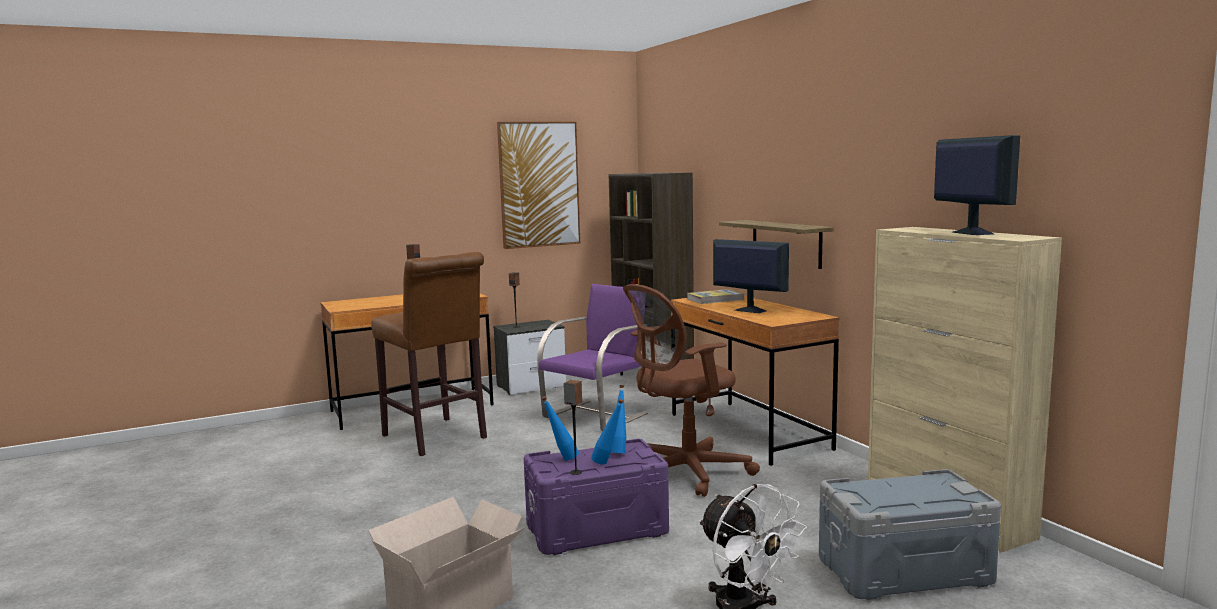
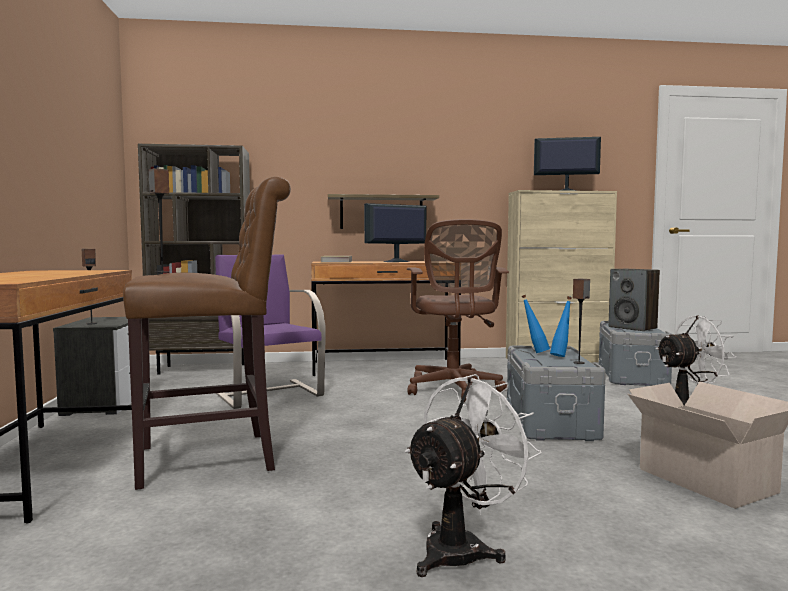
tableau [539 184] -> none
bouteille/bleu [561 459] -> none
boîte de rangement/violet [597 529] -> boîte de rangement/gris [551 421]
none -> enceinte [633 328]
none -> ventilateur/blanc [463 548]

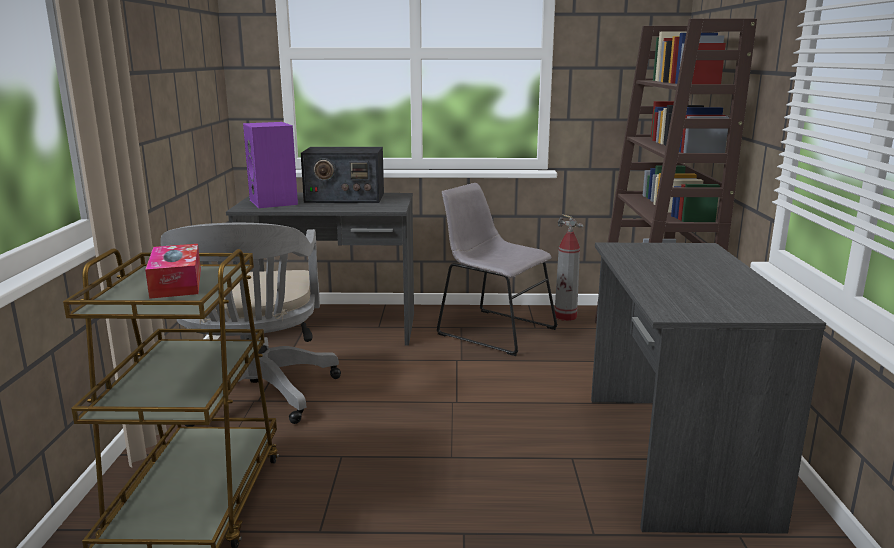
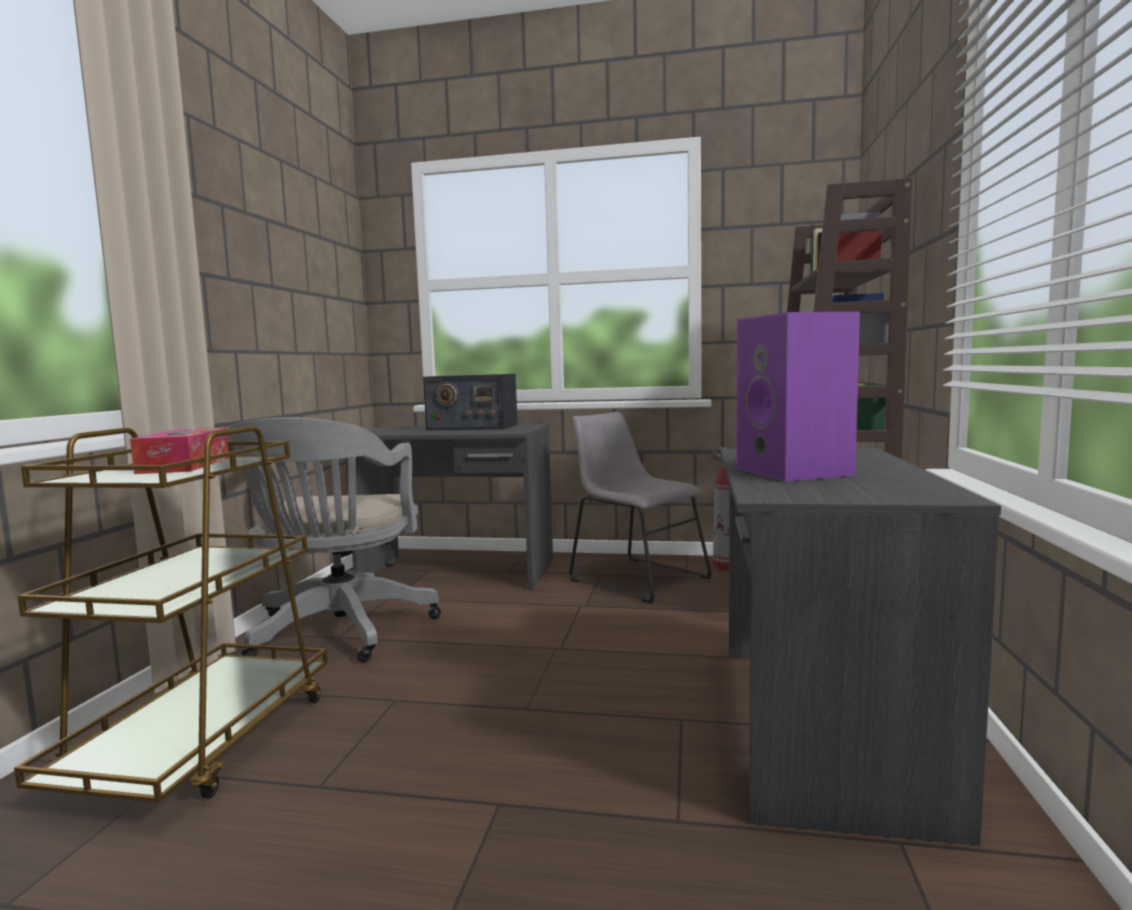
enceinte/violet [274 202] -> enceinte/violet [796 472], shifted

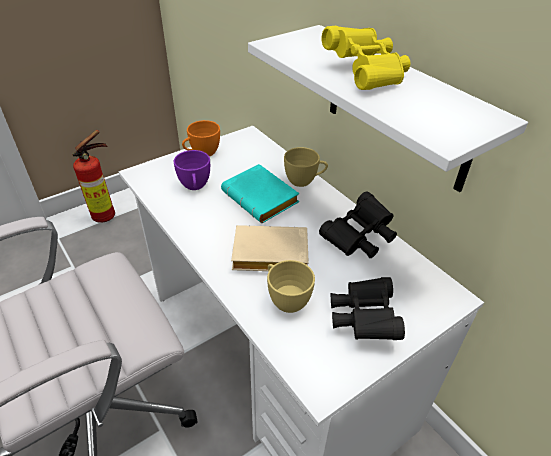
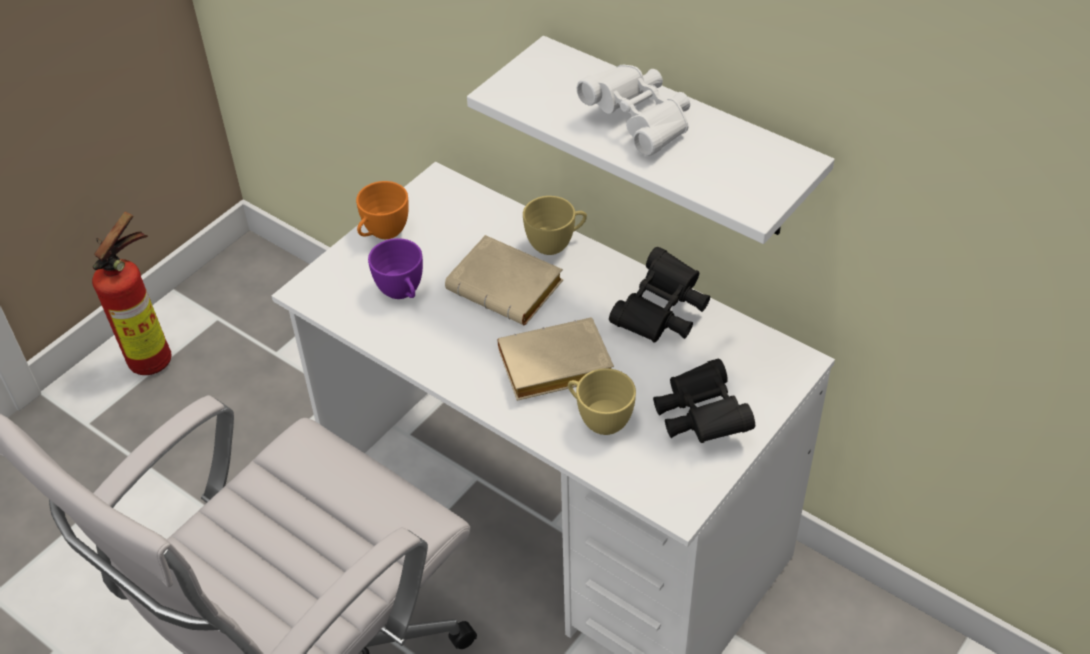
jumelles/jaune [366 74] -> jumelles/blanc [640 122]
livre/turquoise [263 199] -> livre/beige [509 287]

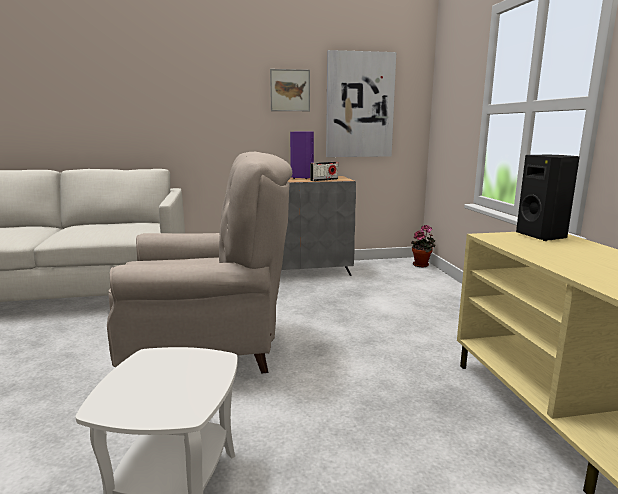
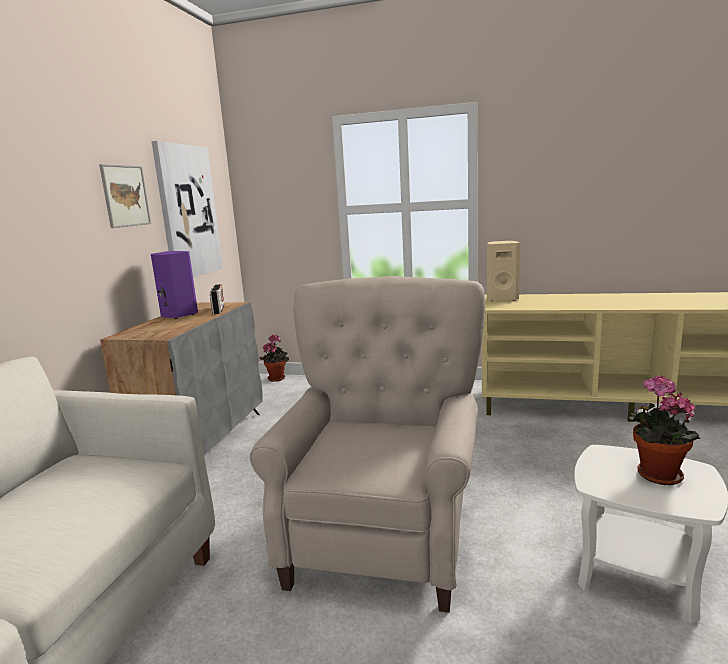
enceinte/noir [542 236] -> enceinte/beige [502 299]
none -> plante en pot [655 475]

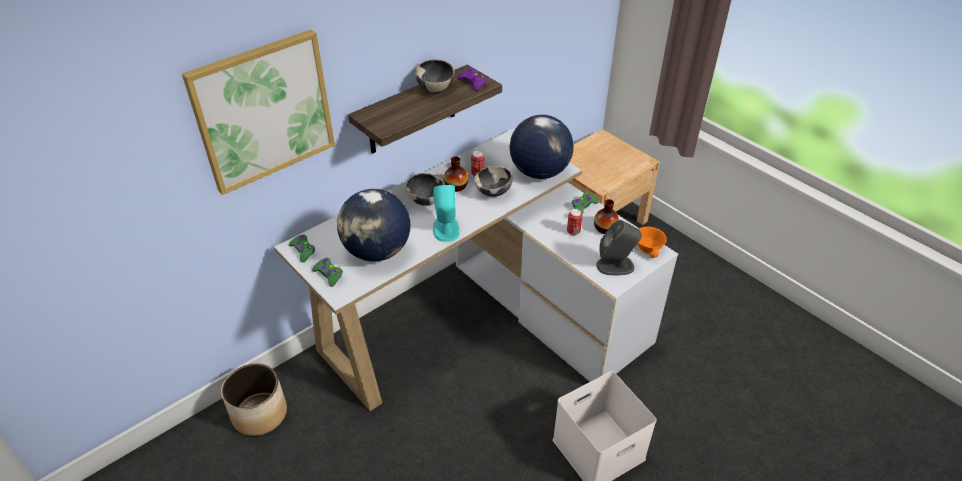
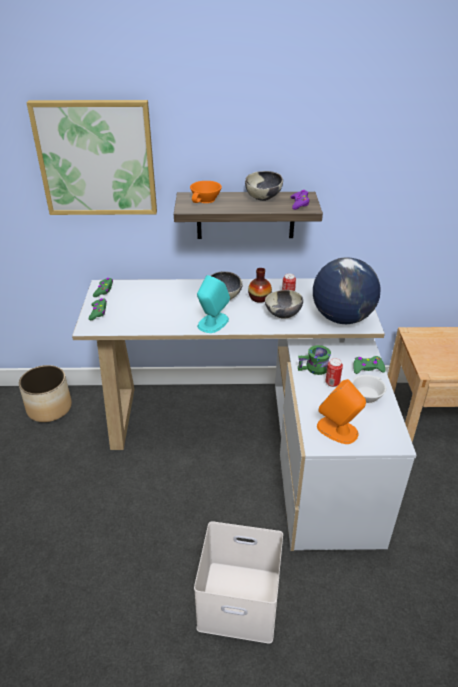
globe [377 252] -> none
vase [605 228] -> tasse/blanc [366 395]
enceinte/gris [616 266] -> enceinte/orange [338 430]
tasse/orange [649 248] -> tasse/orange [206 200], shifted
none -> mug/vert [314 369]

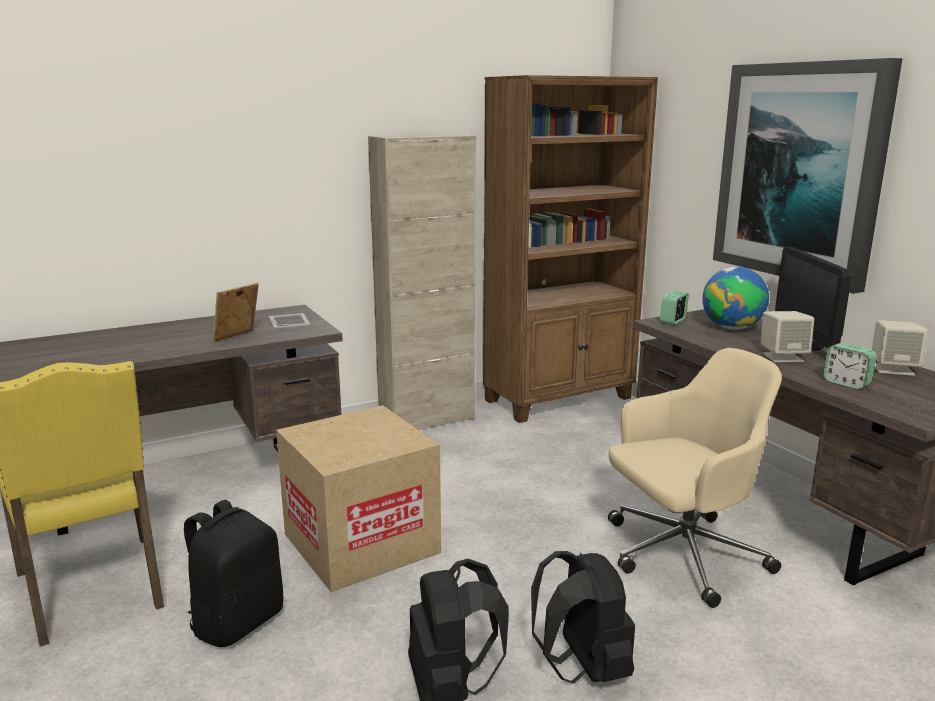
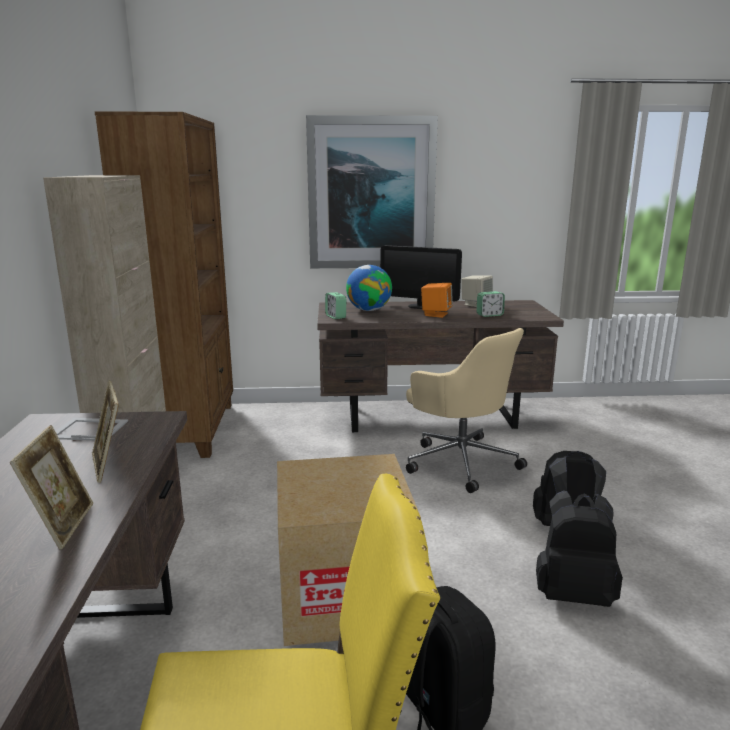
enceinte/beige [783 357] -> enceinte/orange [436 314]
chaise de bureau/beige [681 555] -> chaise de bureau/beige [460 461], 135 degrees clockwise
none -> cadre photo [62 525]

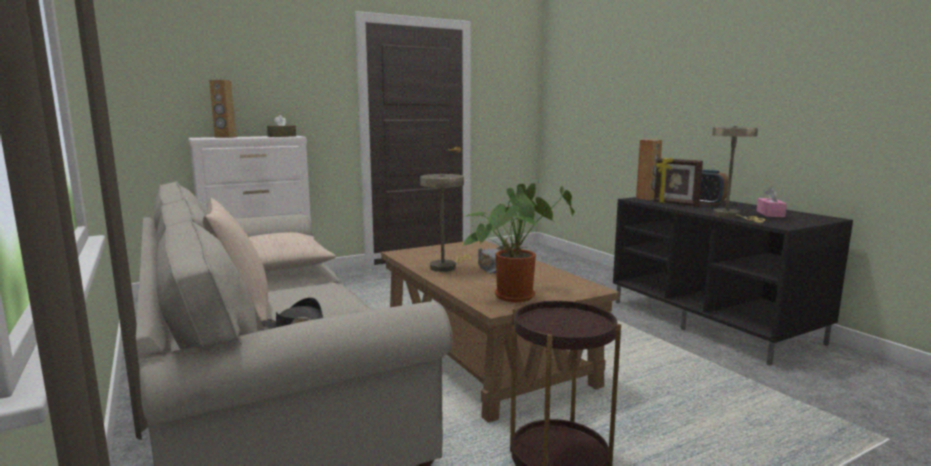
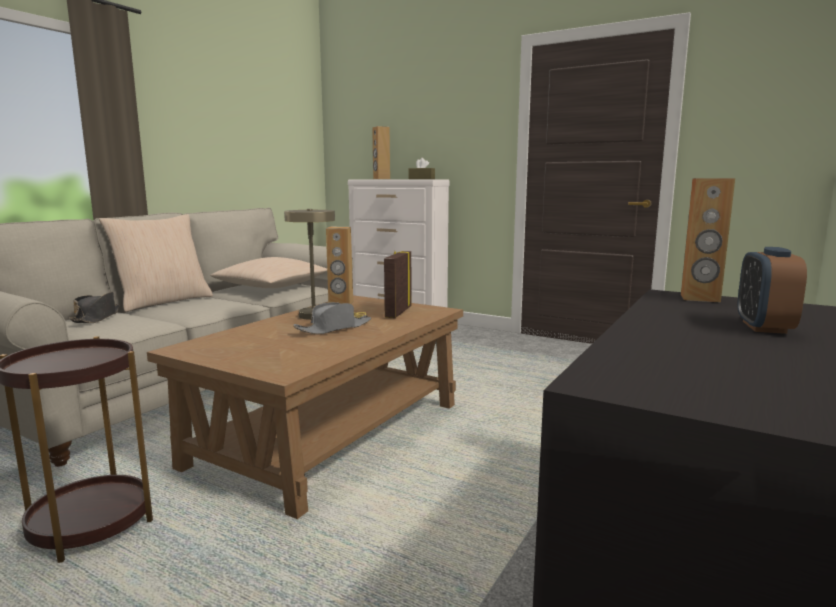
lampe de table/beige [730 216] -> none
cadre photo [675 204] -> cadre photo [397 312], shifted
plante en pot [515 295] -> none
boîte à mouchoirs/rose [770 214] -> none
none -> enceinte/marron [341 303]

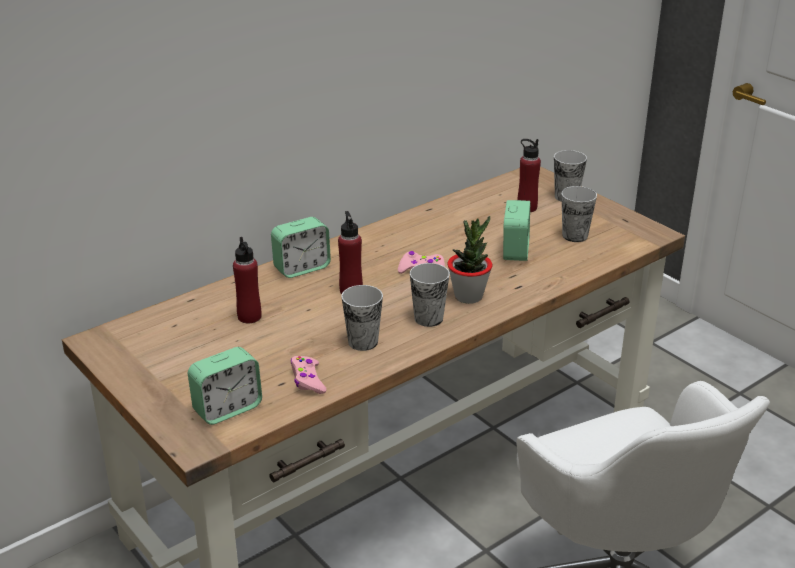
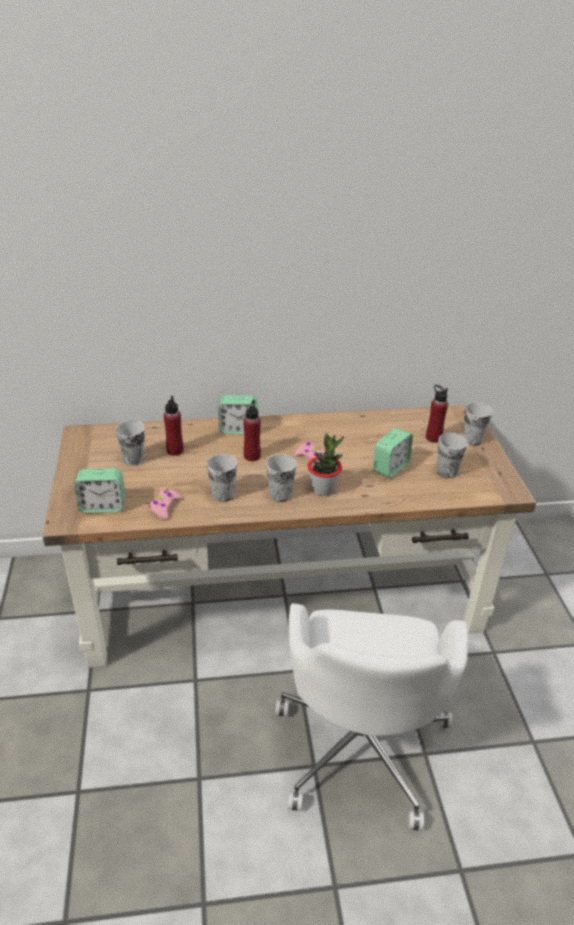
none -> tasse [133 459]

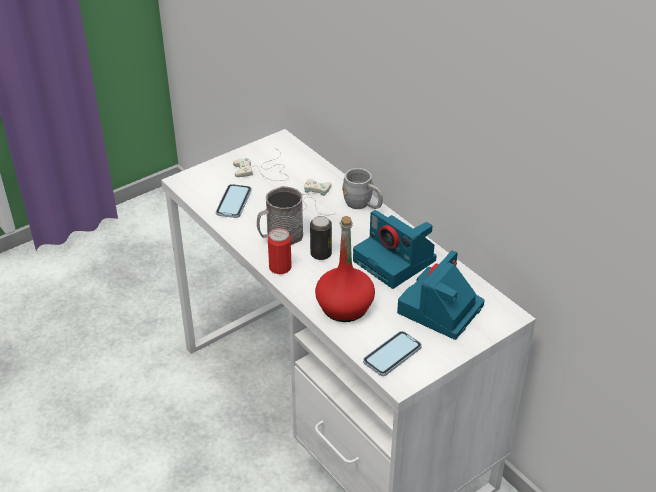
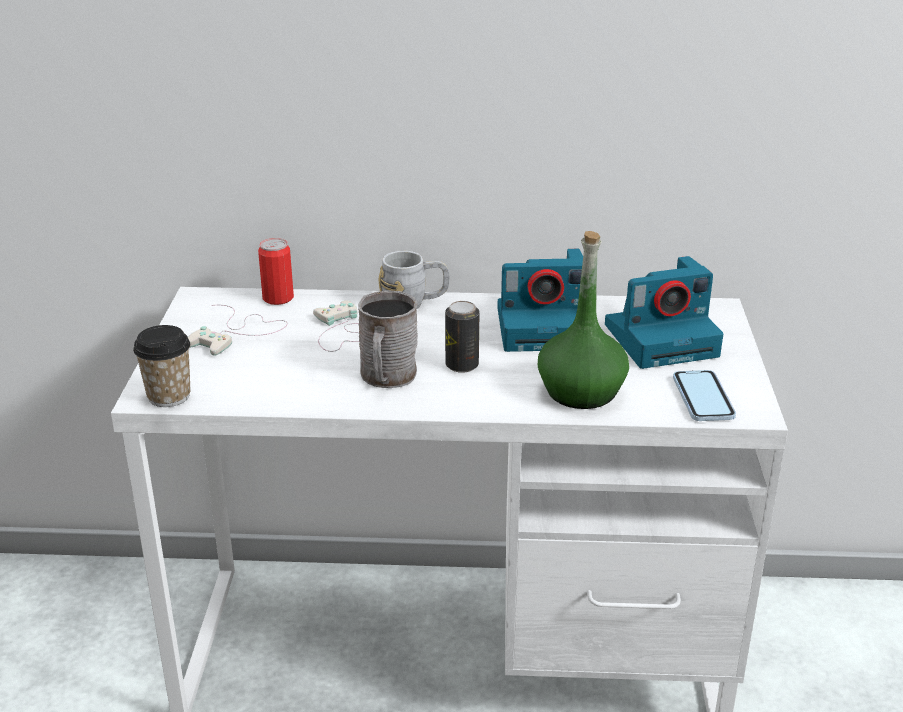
téléphone [234 202] -> none
bouteille/rouge [345 307] -> bouteille/vert [581 391]
boîte métallique [280 267] -> boîte métallique [278 298], shifted
appareil photo [440 310] -> appareil photo [663 339], 90 degrees counterclockwise
none -> tasse [169 396]

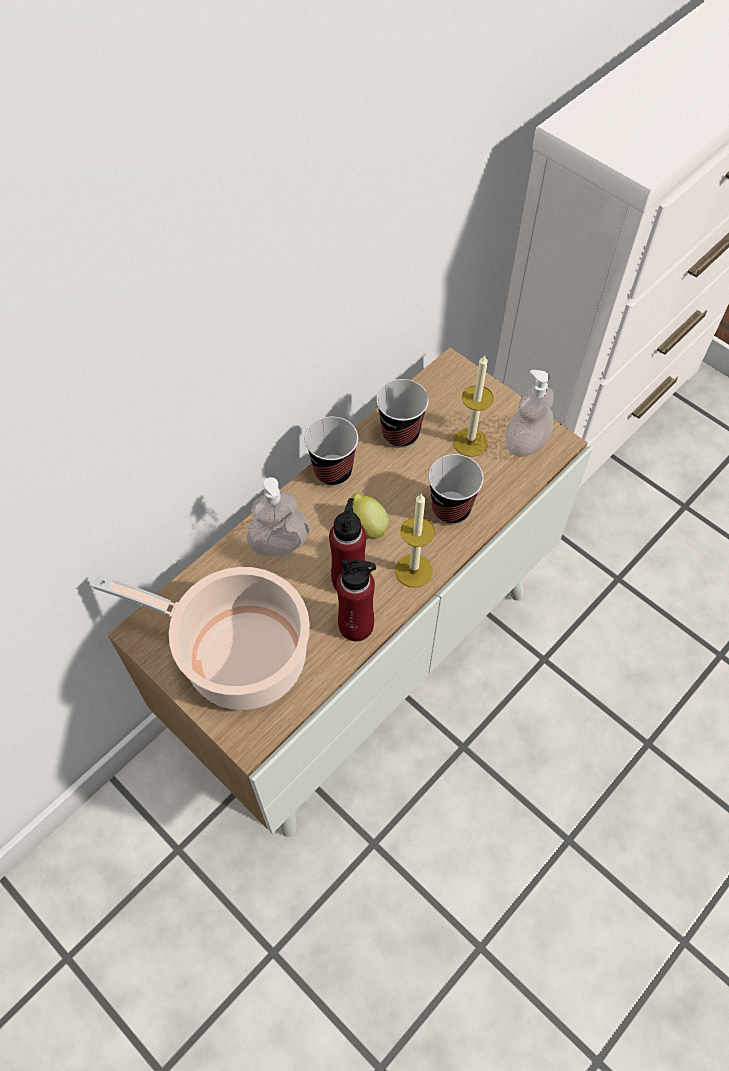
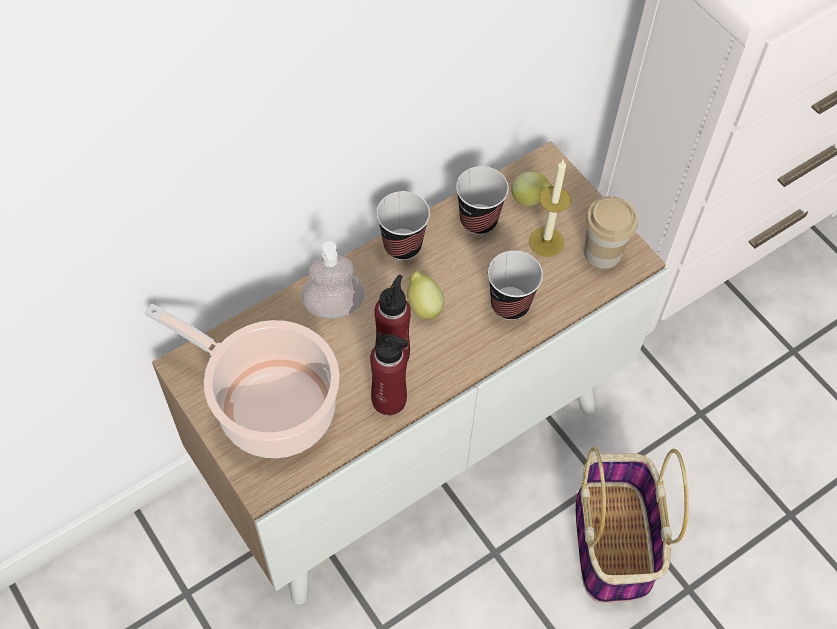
distributeur de savon [526 443] -> tasse [602 252]
bougie [413 570] -> none
none -> citron [530 200]
none -> panier [613 543]

